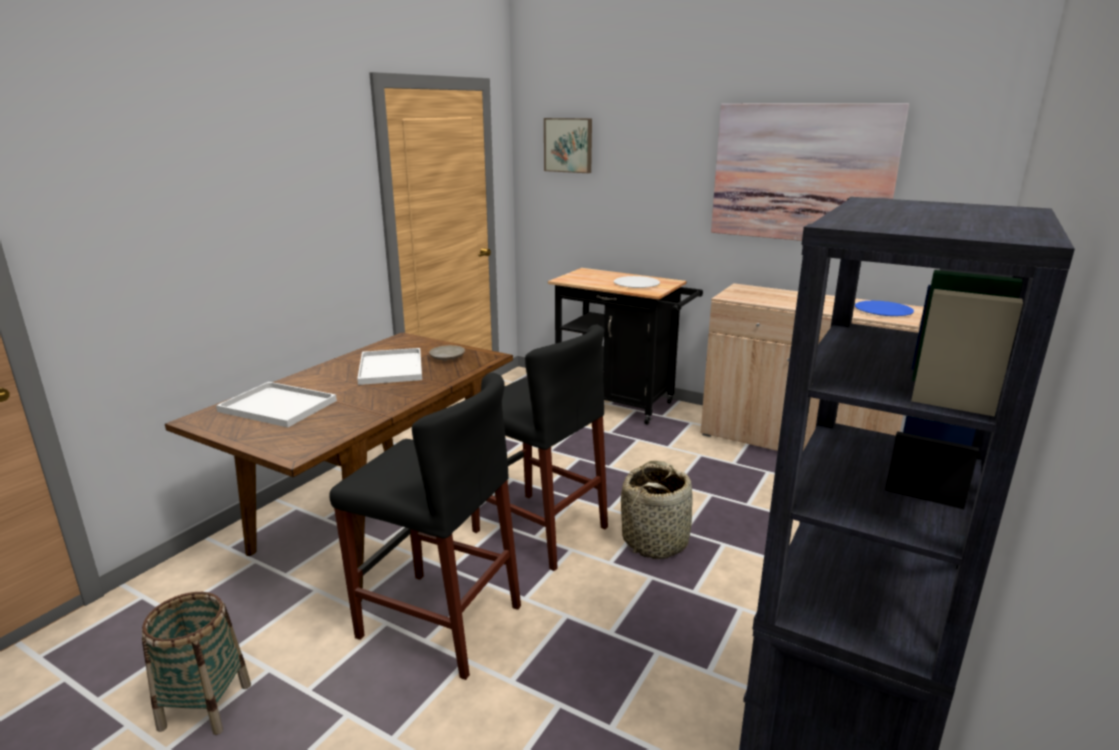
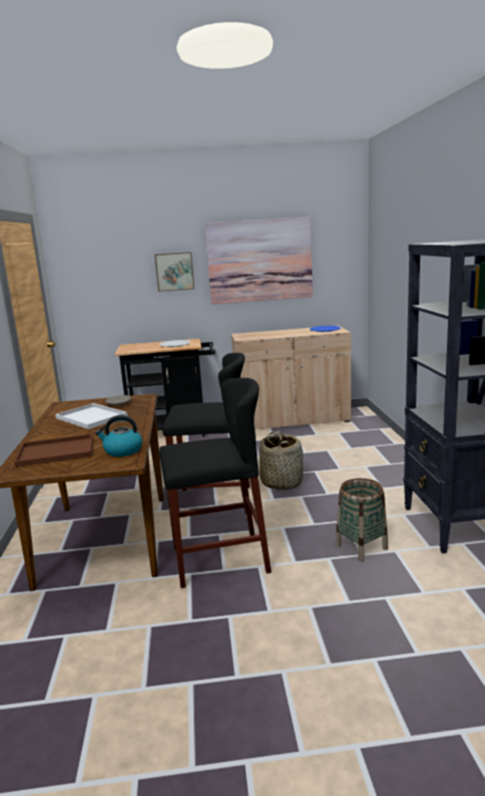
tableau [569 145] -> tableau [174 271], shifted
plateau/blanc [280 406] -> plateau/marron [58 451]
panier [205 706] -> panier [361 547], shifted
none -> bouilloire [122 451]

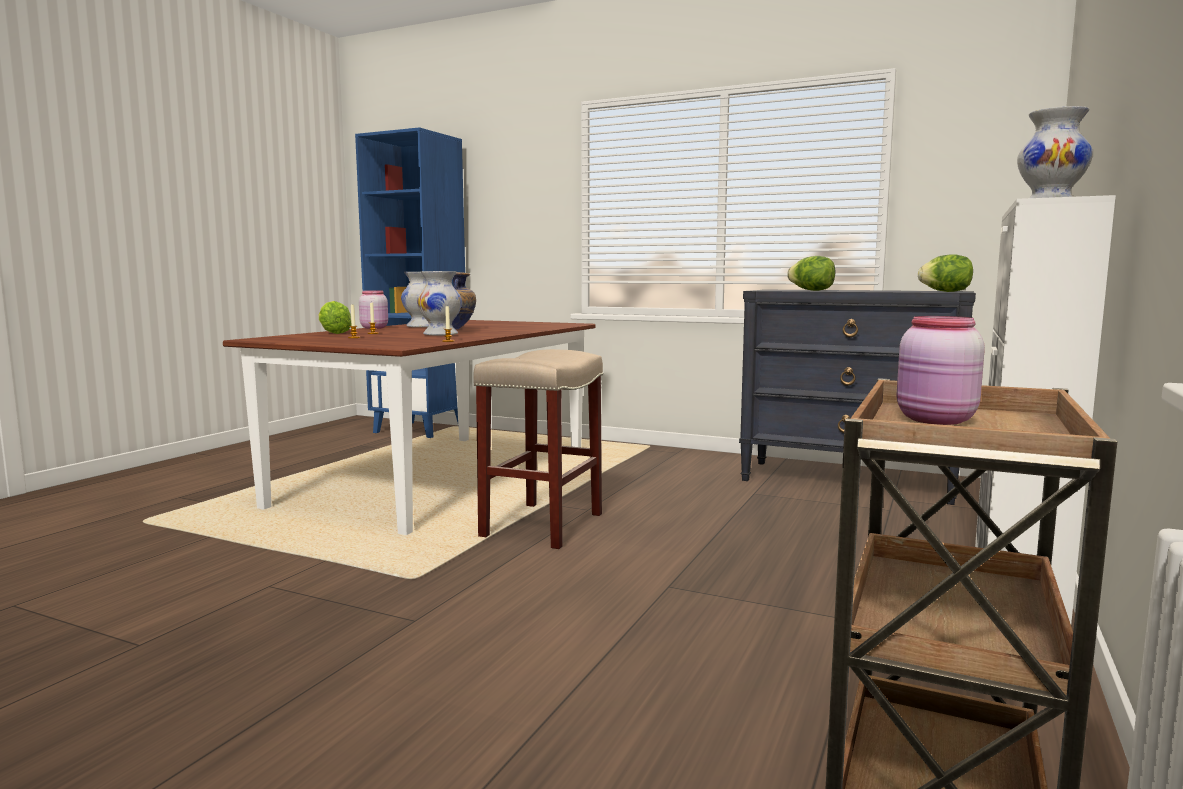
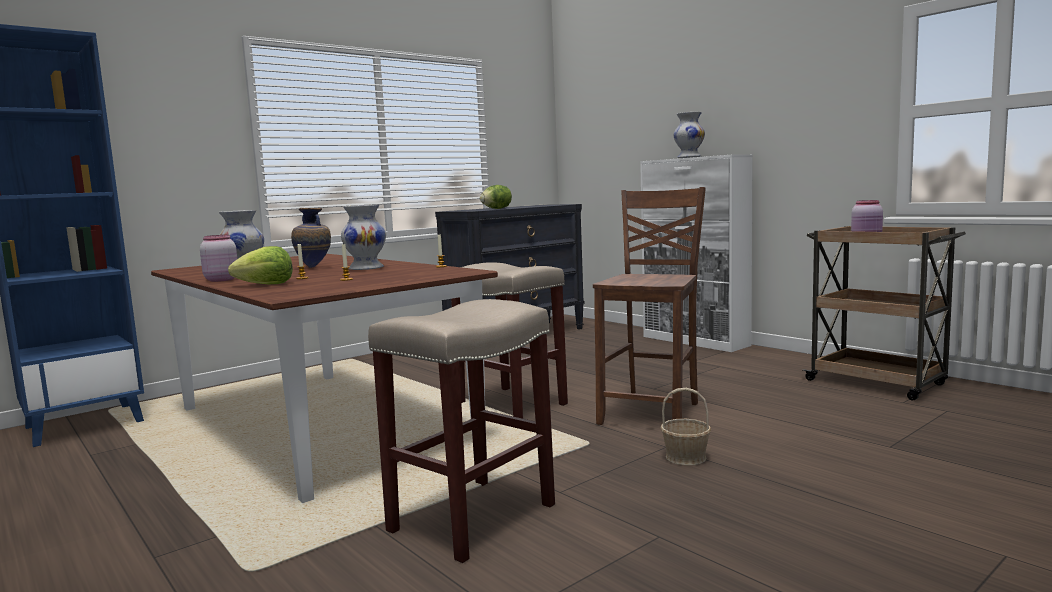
laitue [945 291] -> none
none -> chaise/marron [653 413]
none -> tabouret/beige [472 518]
none -> panier [686 457]

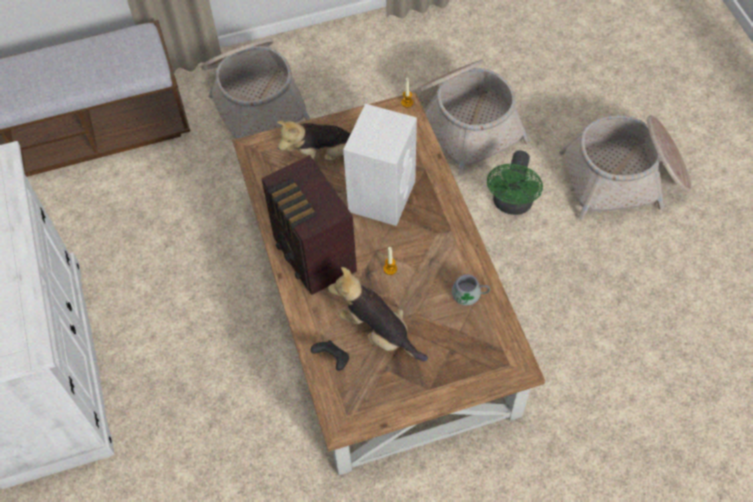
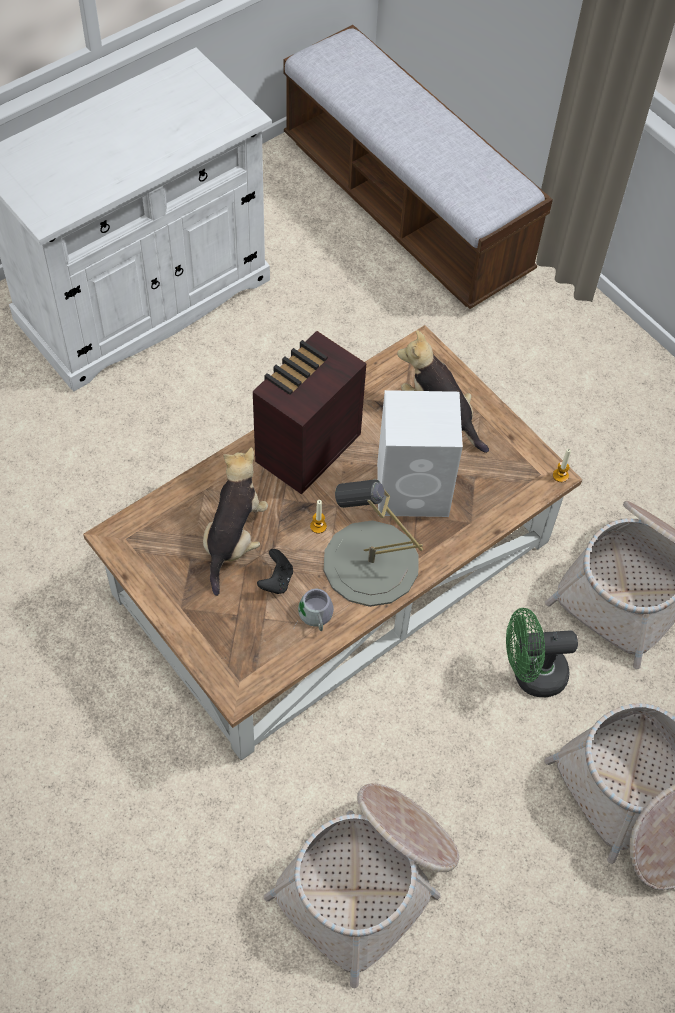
panier [255 99] -> panier [368 880], shifted
manette/noir [332 359] -> manette/noir [276 580], shifted
none -> lampe de table/gris [370 563]

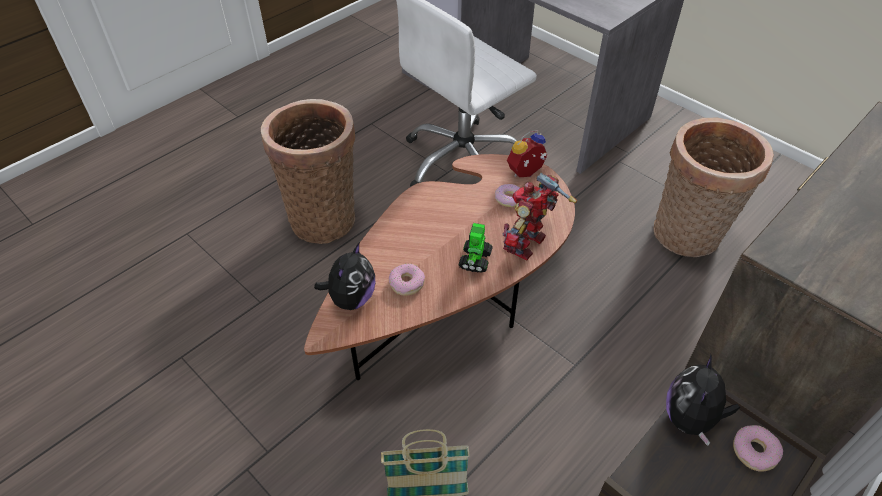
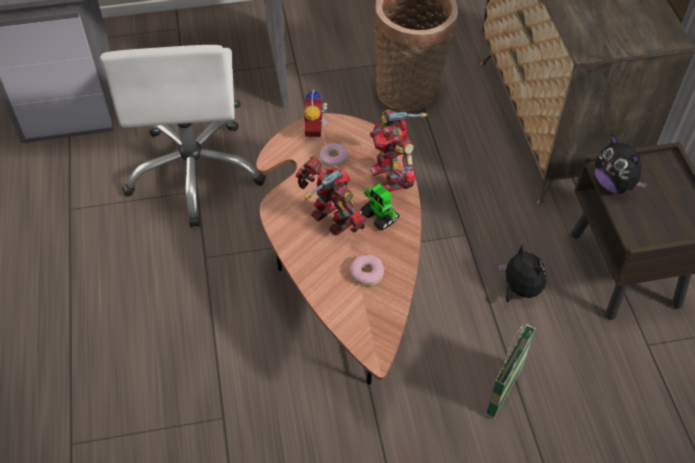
panier [323 216] -> none
peluche [351 298] -> peluche [519 290], shifted
beignet [754 451] -> none
none -> robot jouet [330 221]

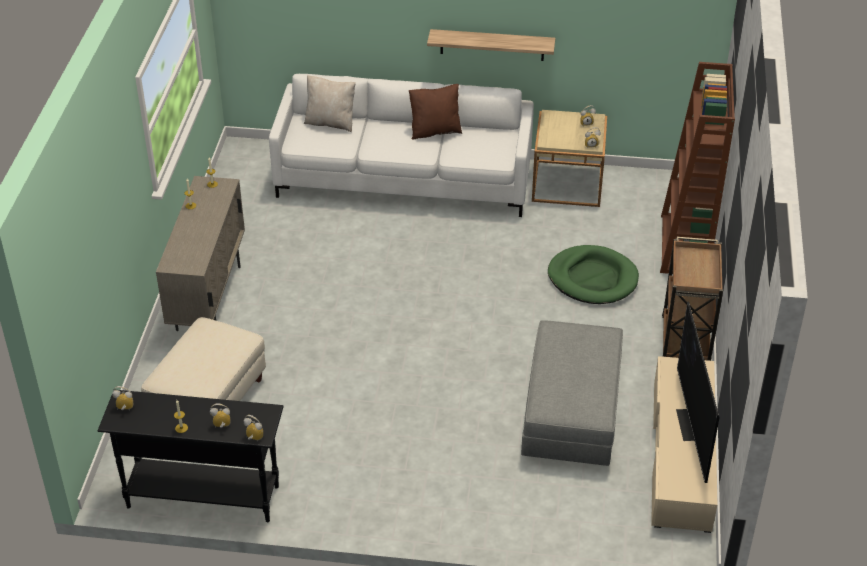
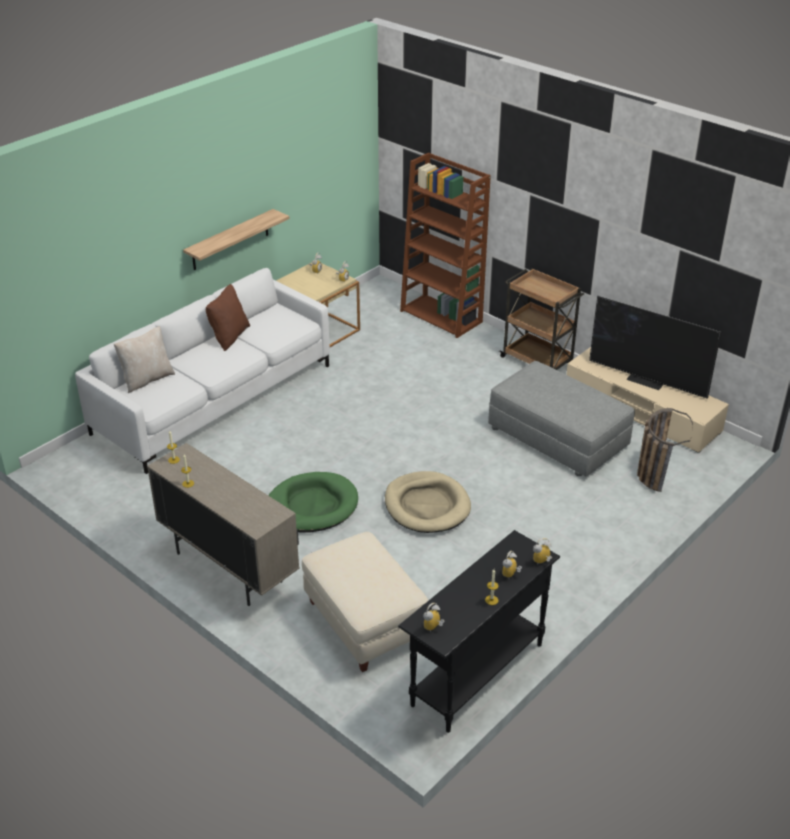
panier pour chien/vert [592 278] -> panier pour chien/vert [312 506], shifted
none -> panier [653 472]
none -> panier pour chien/beige [427 505]

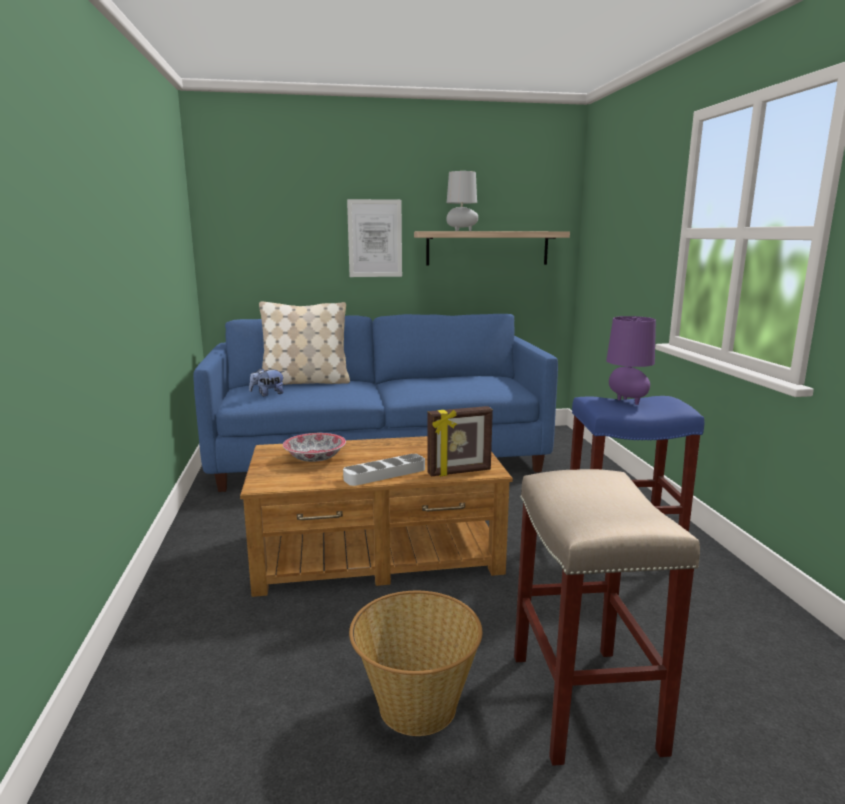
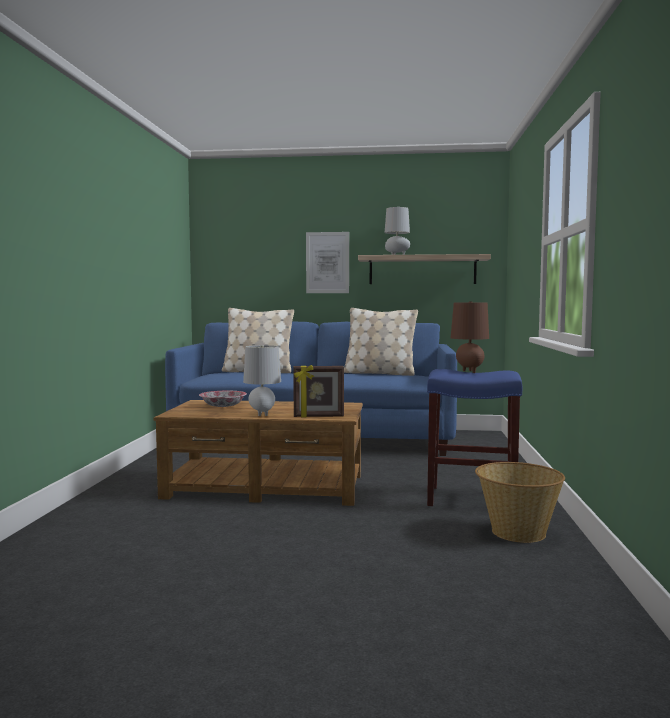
lampe de table/violet [626 401] -> lampe de table/marron [469 371]
peluche [268 394] -> none
plateau/gris [385 474] -> lampe de table/gris [262 414]
tabouret/beige [586 703] -> none
panier [416 705] -> panier [517 532], shifted
none -> coussin/beige [379 373]

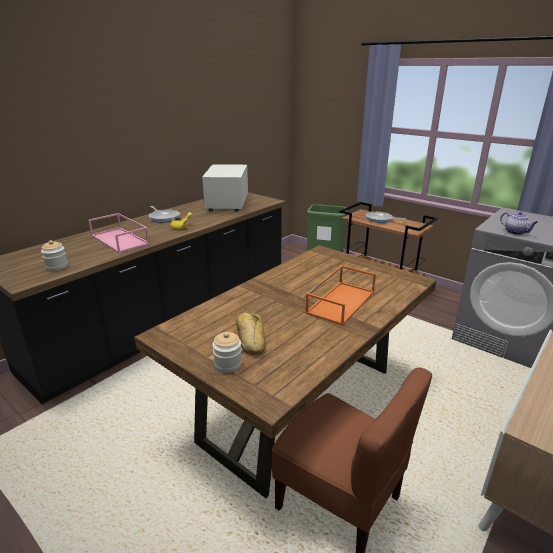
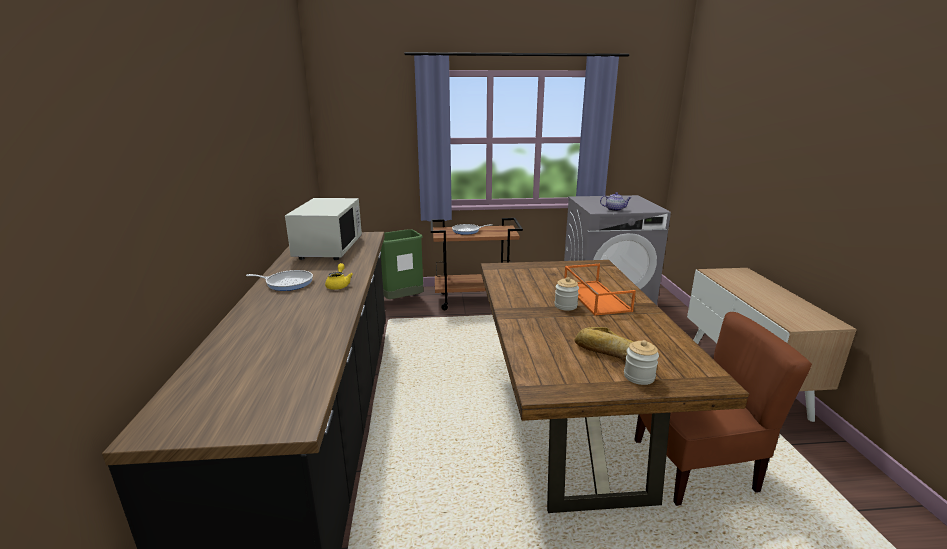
micro-ondes/blanc [227 203] -> micro-ondes/blanc [328 248], 135 degrees counterclockwise
plateau/rose [121 240] -> none
bocal [57 266] -> bocal [565 306], shifted

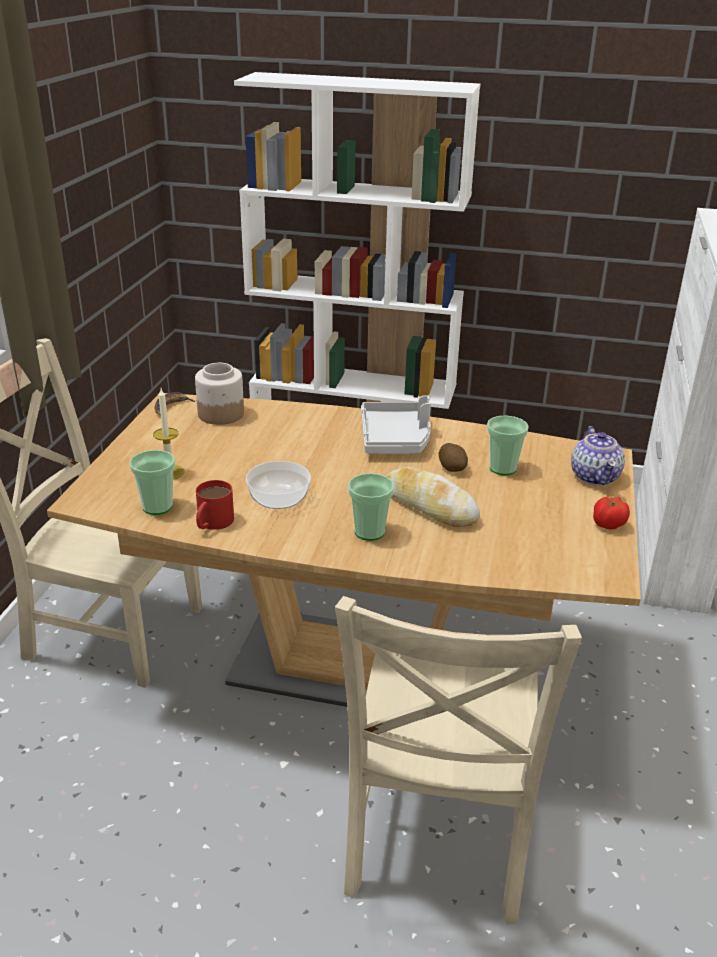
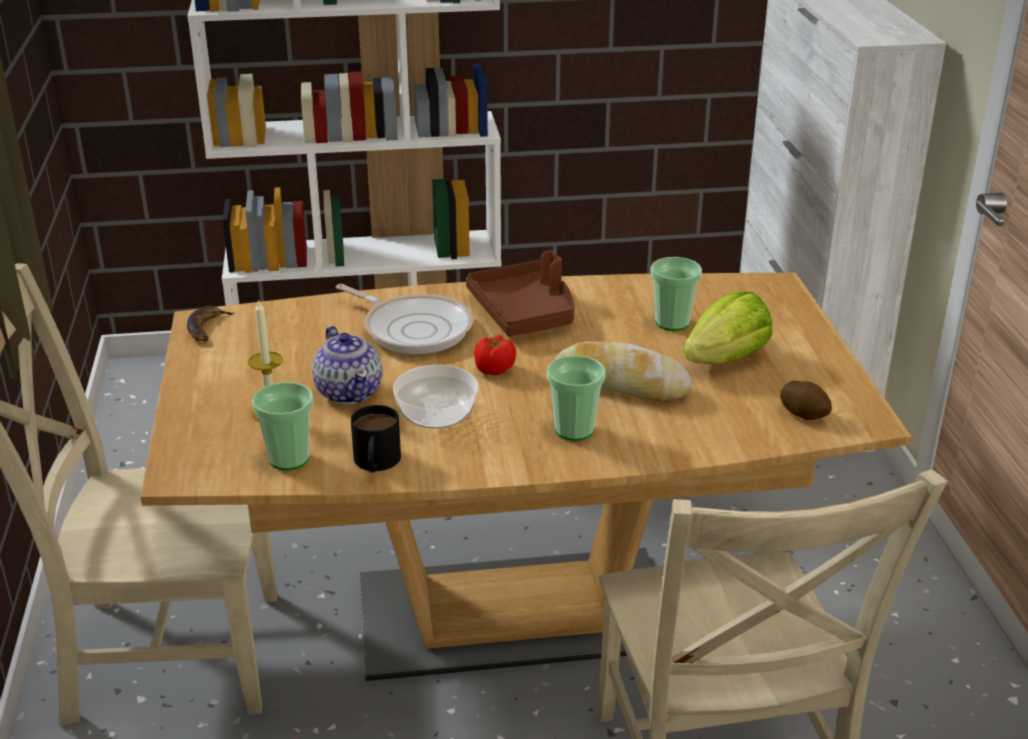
bocal [220 414] -> none
plateau/gris [396 439] -> plateau/marron [525 312]
théière [595 476] -> théière [349 391], shifted
pomme de terre [452 468] -> pomme de terre [804 414], shifted
mug/rouge [212 523] -> mug/noir [376 463]
tomate [608 524] -> tomate [494 370], shifted
none -> poêle [413 328]
none -> laitue [726 359]

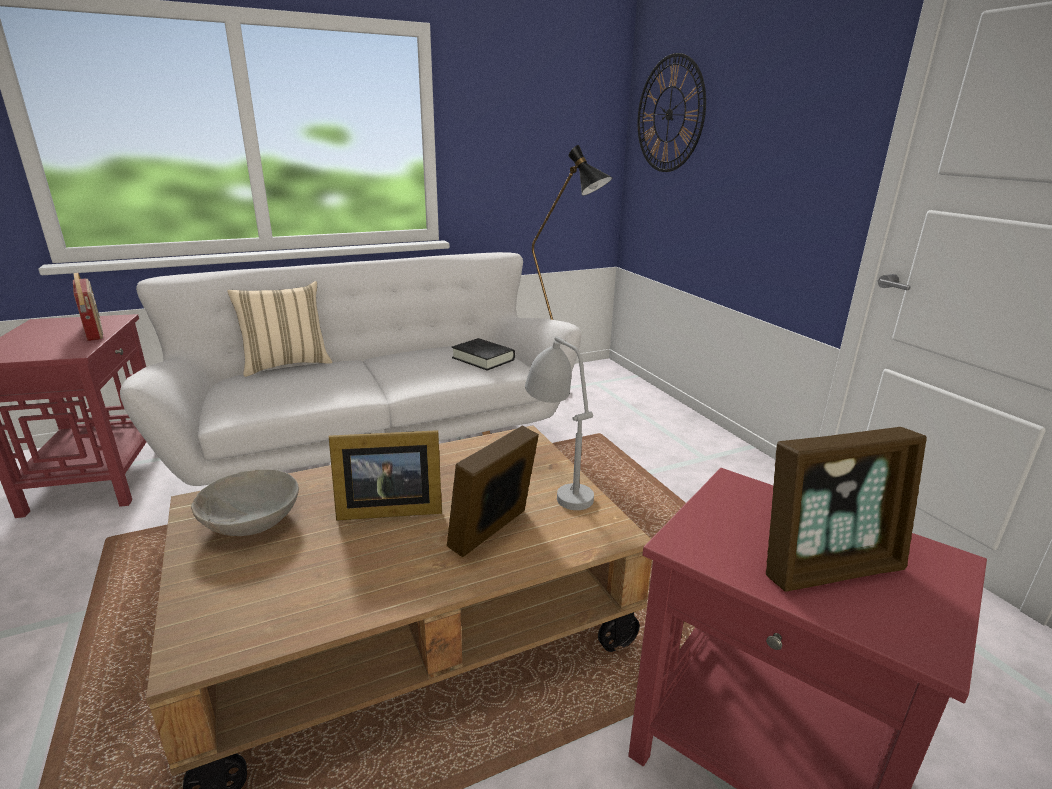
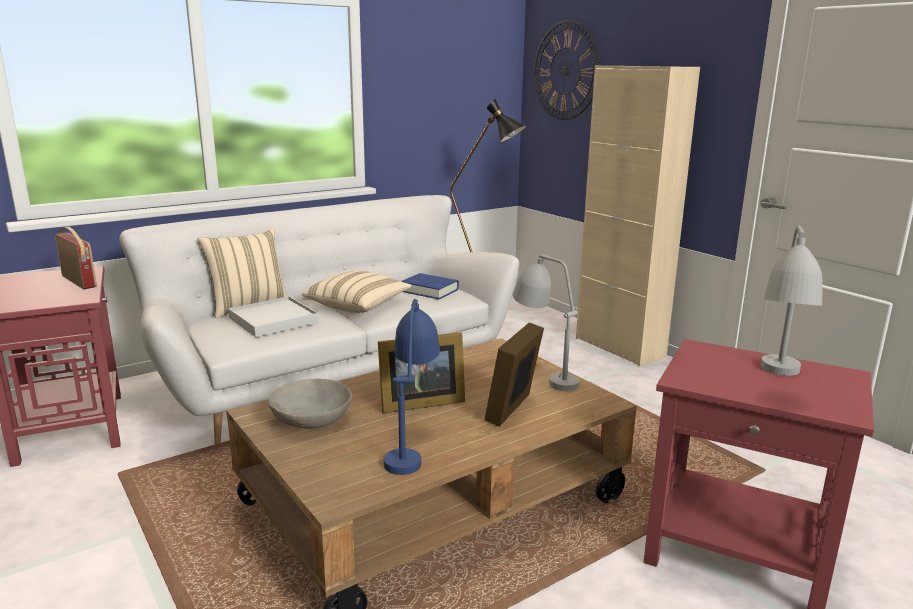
livre/noir [483 359] -> livre/bleu [429 290]
cadre photo [828 567] -> lampe de table/gris [777 383]
none -> meuble de rangement/beige [619 347]
none -> coussin/beige [358 305]
none -> plateau/blanc [273 320]
none -> lampe de table/bleu [411 443]

